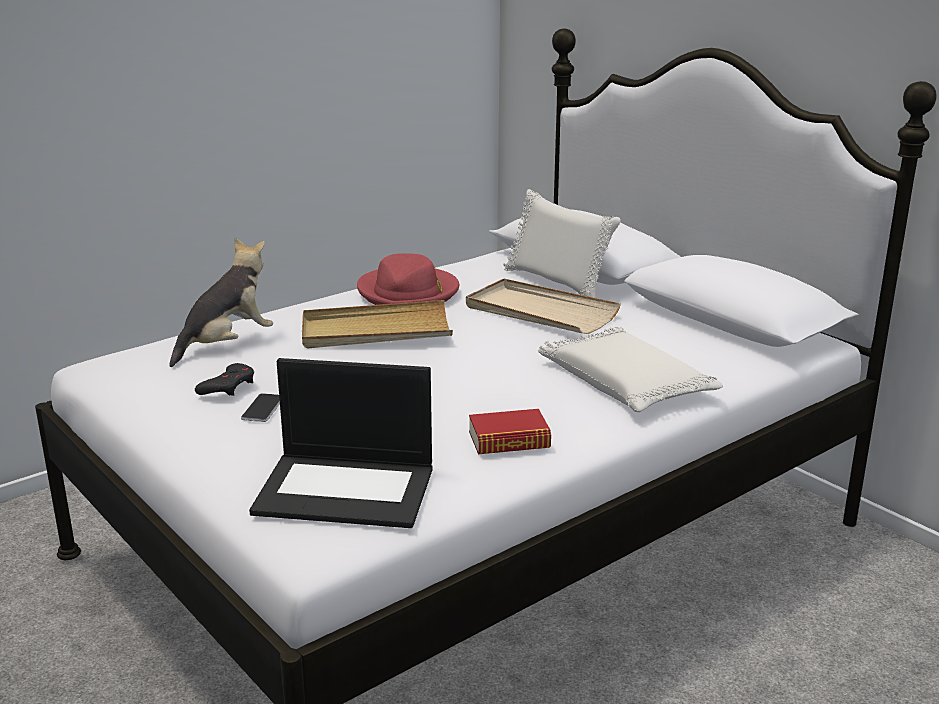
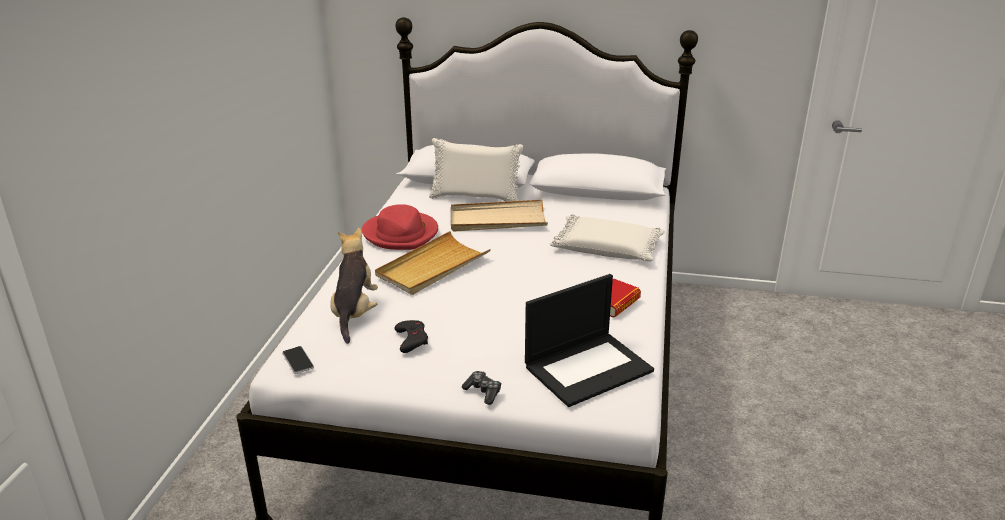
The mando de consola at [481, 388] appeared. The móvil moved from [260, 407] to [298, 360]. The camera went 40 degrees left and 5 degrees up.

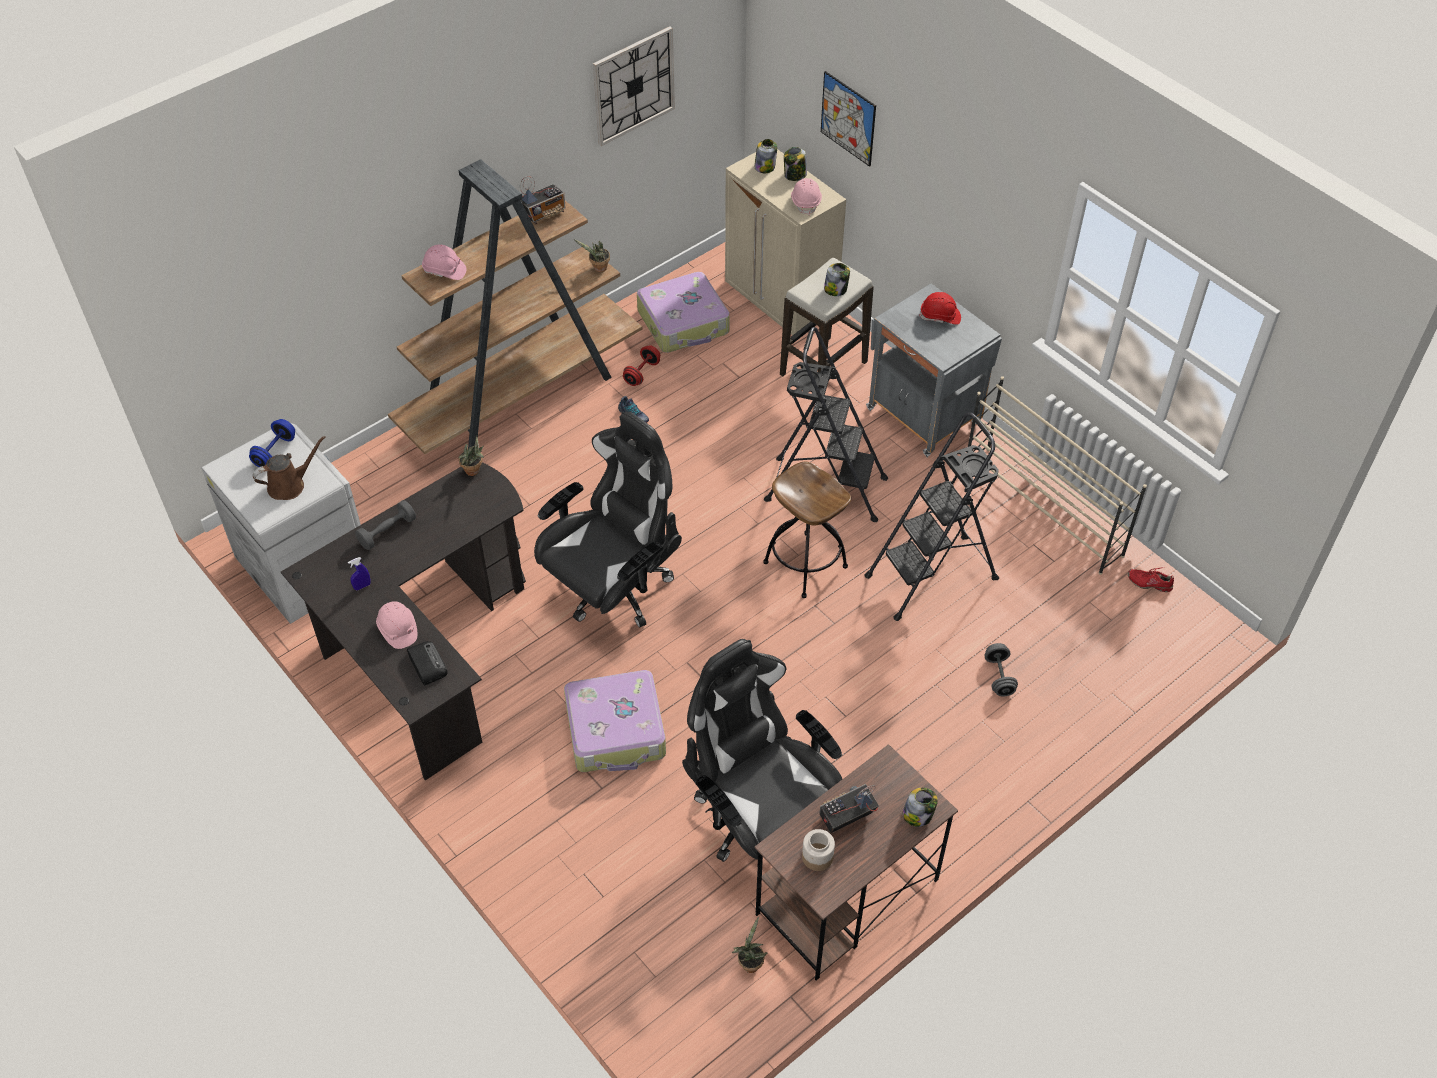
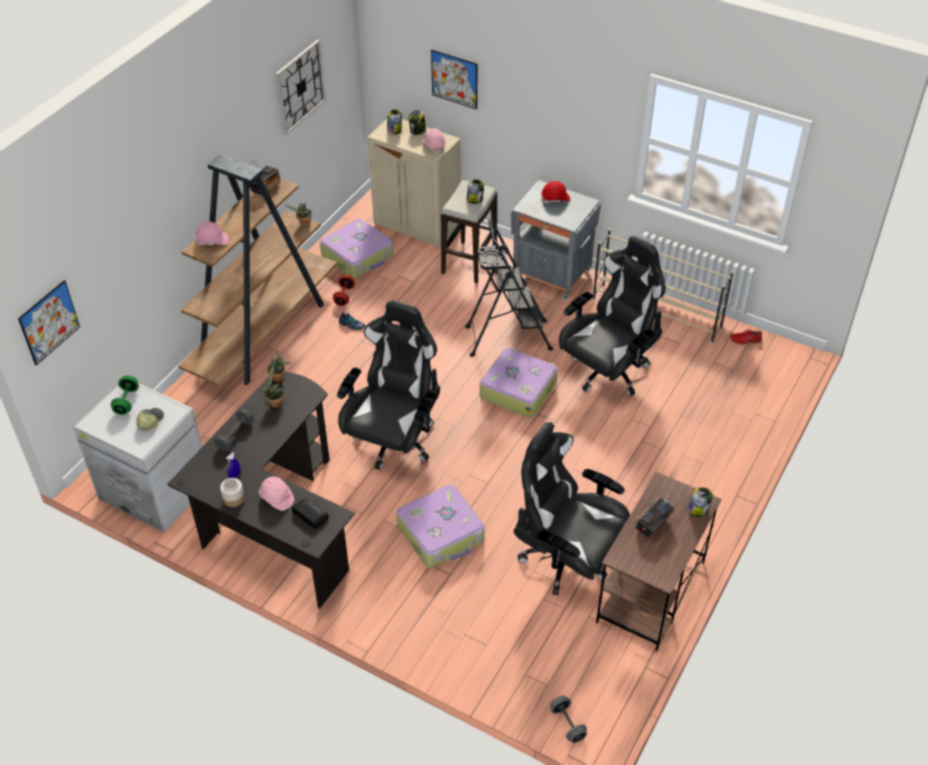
The cuadro at [49, 323] appeared. The planta en maceta moved from [749, 945] to [273, 387]. The tarro moved from [818, 850] to [232, 492]. The mancuerna/gris moved from [1001, 670] to [568, 719]. The regadera/marrón at [289, 468] was replaced by the gorra at [150, 419]. The taburete/marrón at [807, 530] was replaced by the maleta at [519, 383]. The escalera de tijera at [932, 516] was replaced by the silla de oficina/negro at [612, 316]. The mancuerna/azul at [272, 443] became the mancuerna/verde at [125, 395]. The camera went 20 degrees left and 5 degrees down.

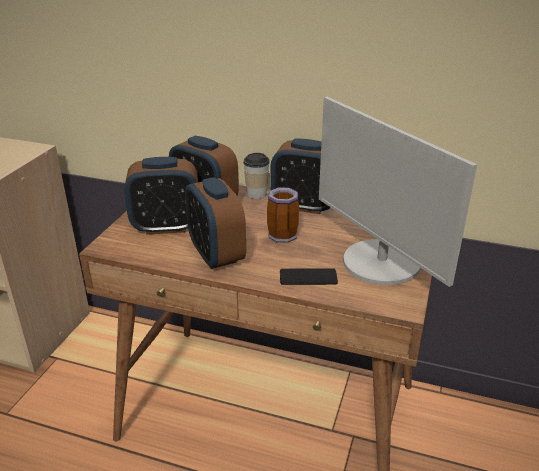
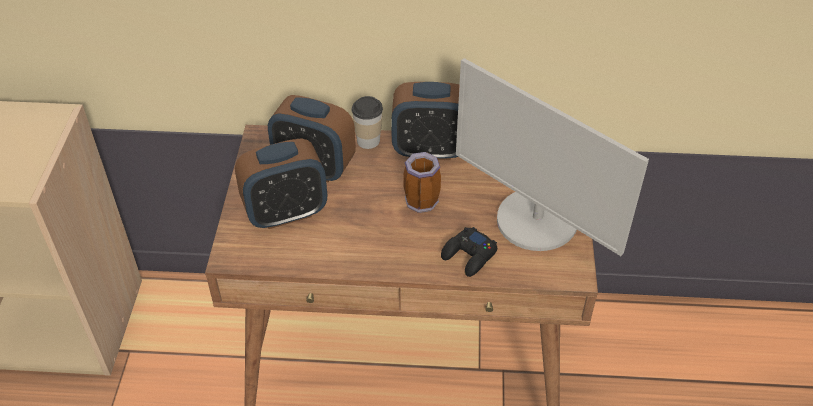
The despertador at [215, 223] disappeared. The móvil at [309, 276] was replaced by the mando de consola/negro at [469, 252]. The camera went 15 degrees left and 15 degrees up.

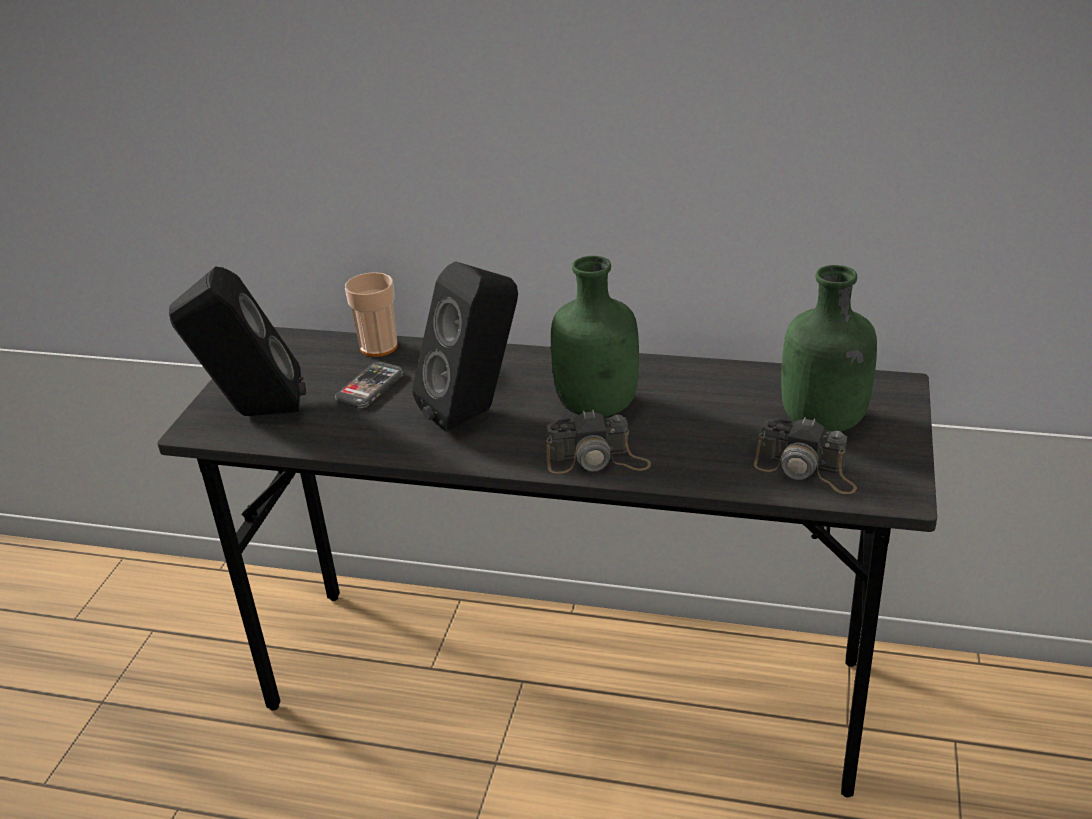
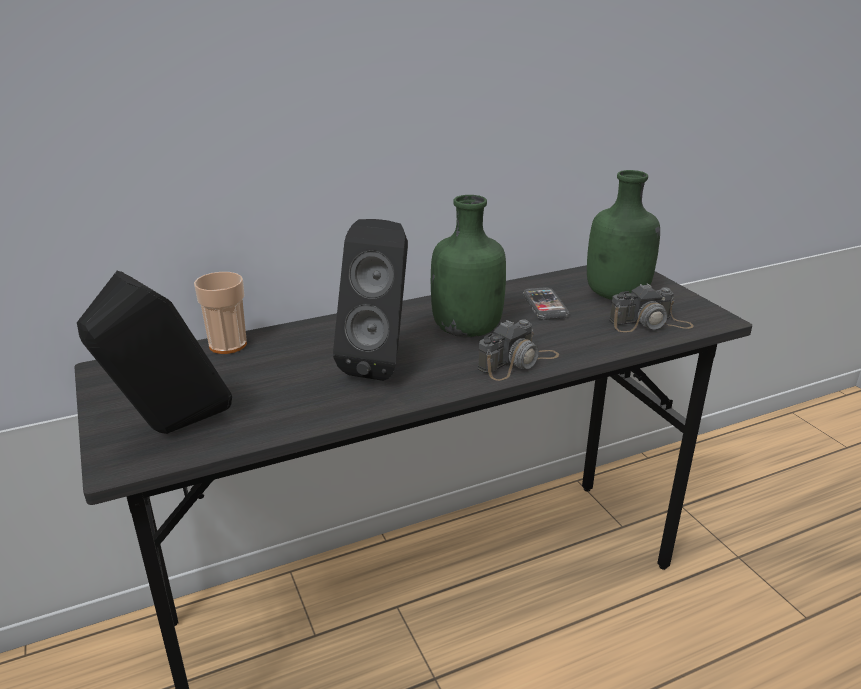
The móvil moved from [369, 385] to [546, 303]. The camera went 40 degrees left and 5 degrees down.

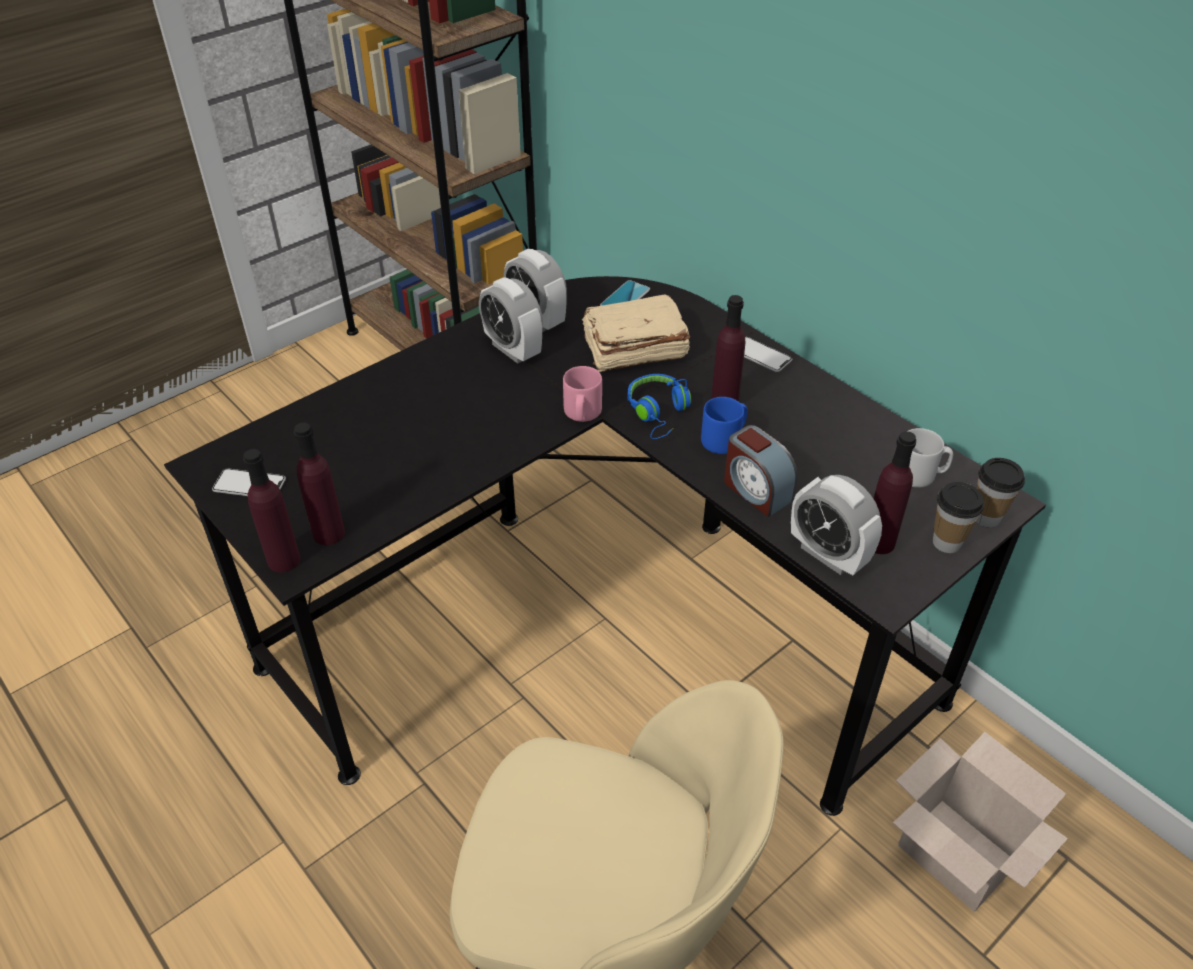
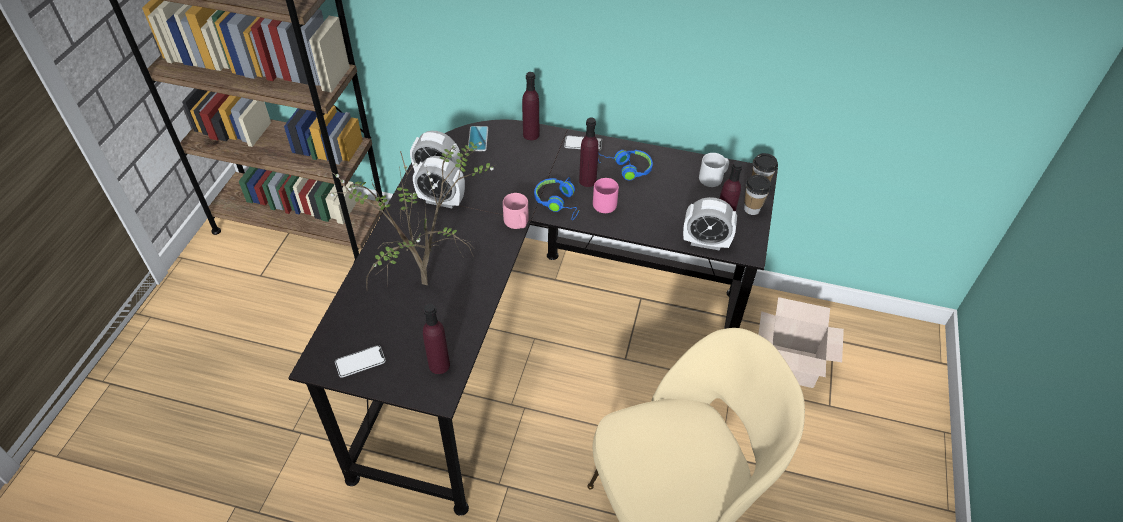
The libro/beis at [636, 333] disappeared. The despertador at [761, 471] disappeared. The planta en maceta at [406, 215] appeared. The auriculares/azul at [625, 165] appeared. The botella/morado moved from [271, 510] to [531, 106]. The taza grande/azul at [724, 425] became the taza grande/rosa at [606, 195]. The camera went 35 degrees left and 5 degrees up.

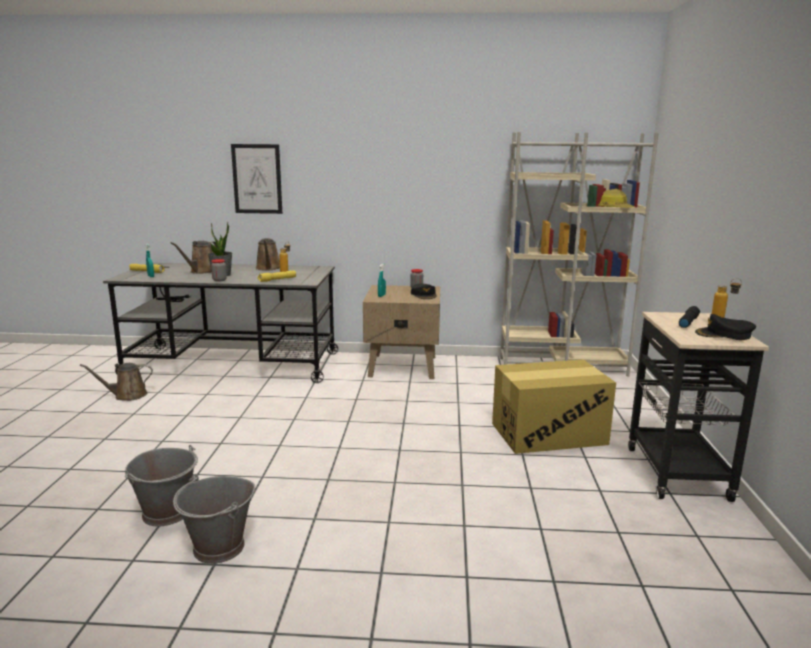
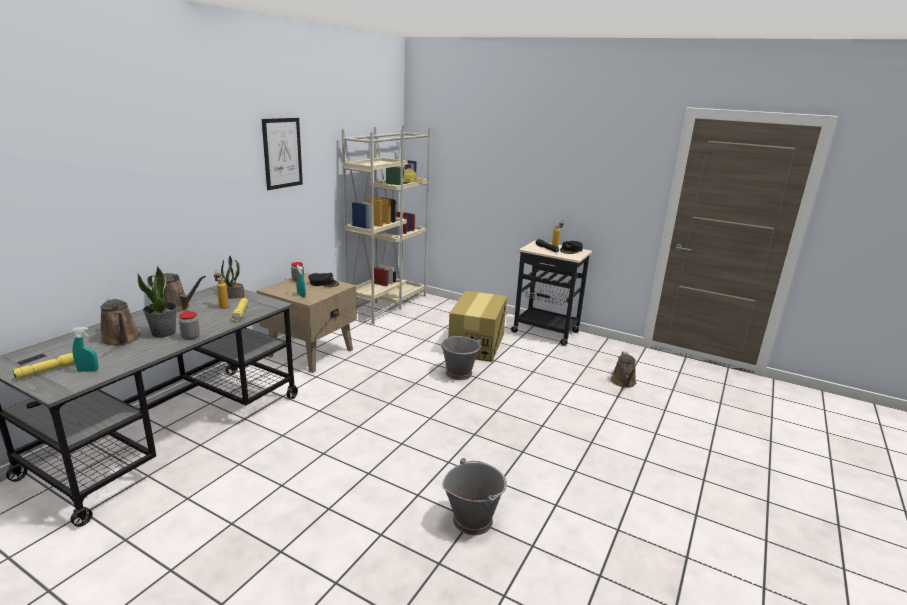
The planta en maceta at [232, 277] appeared. The regadera/marrón moved from [116, 382] to [623, 370]. The cubo/gris moved from [214, 519] to [461, 358]. The cuadro moved from [256, 179] to [282, 154]. The camera went 65 degrees left and 5 degrees up.

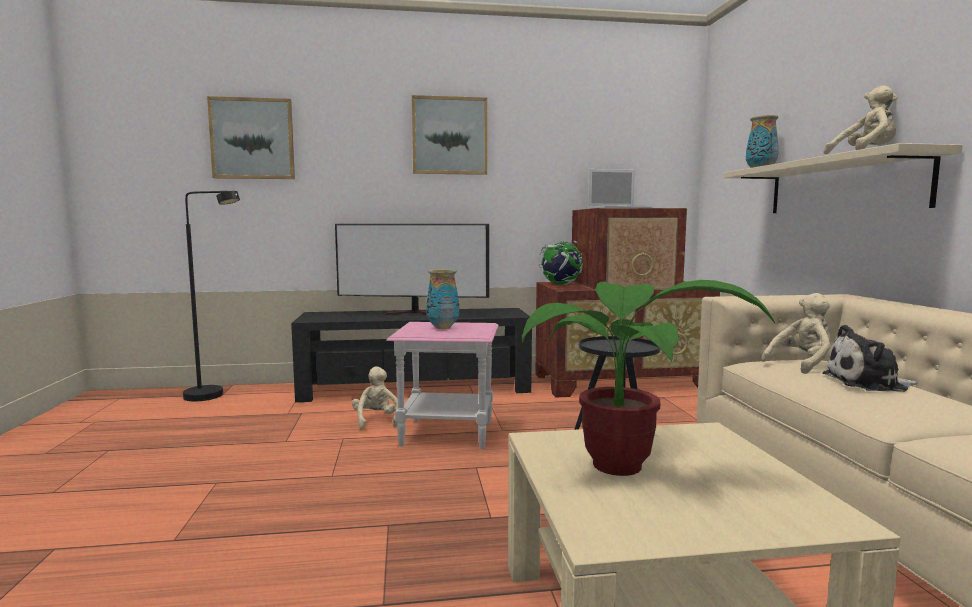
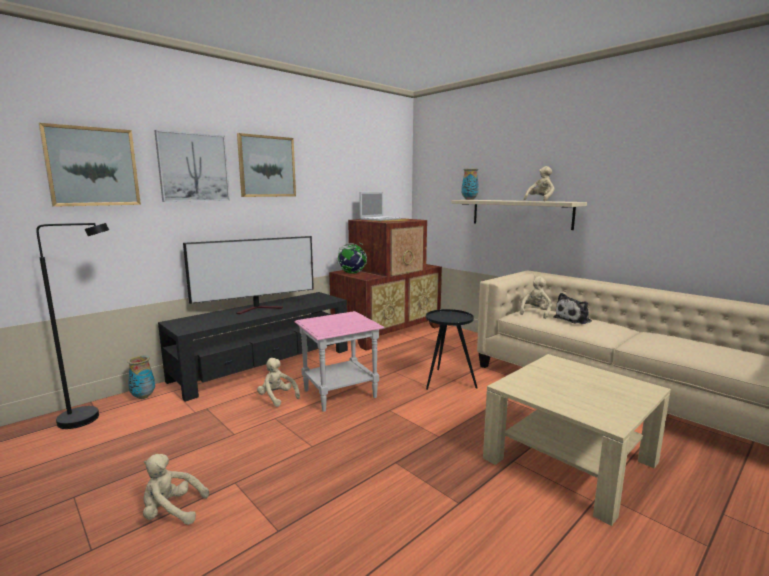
The planta en maceta at [648, 378] disappeared. The peluche/beis at [176, 489] appeared. The cuadro at [192, 166] appeared. The florero moved from [442, 299] to [141, 377]. The camera went 35 degrees left and 5 degrees up.

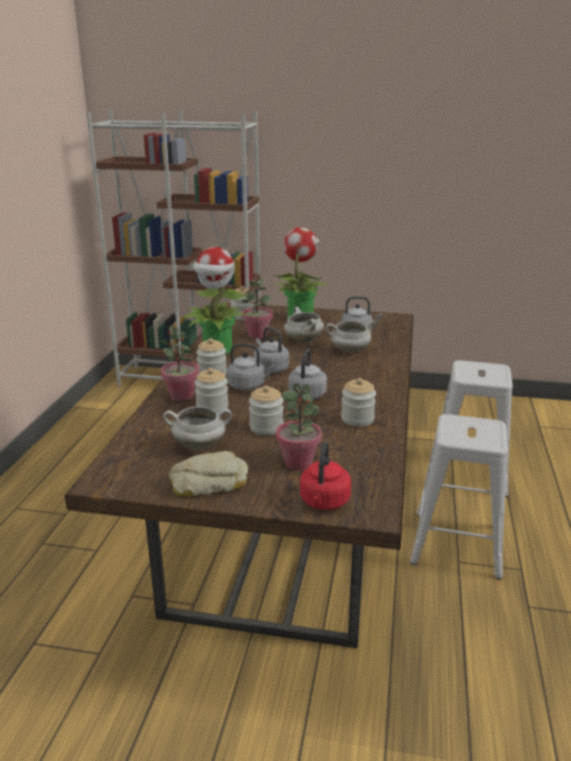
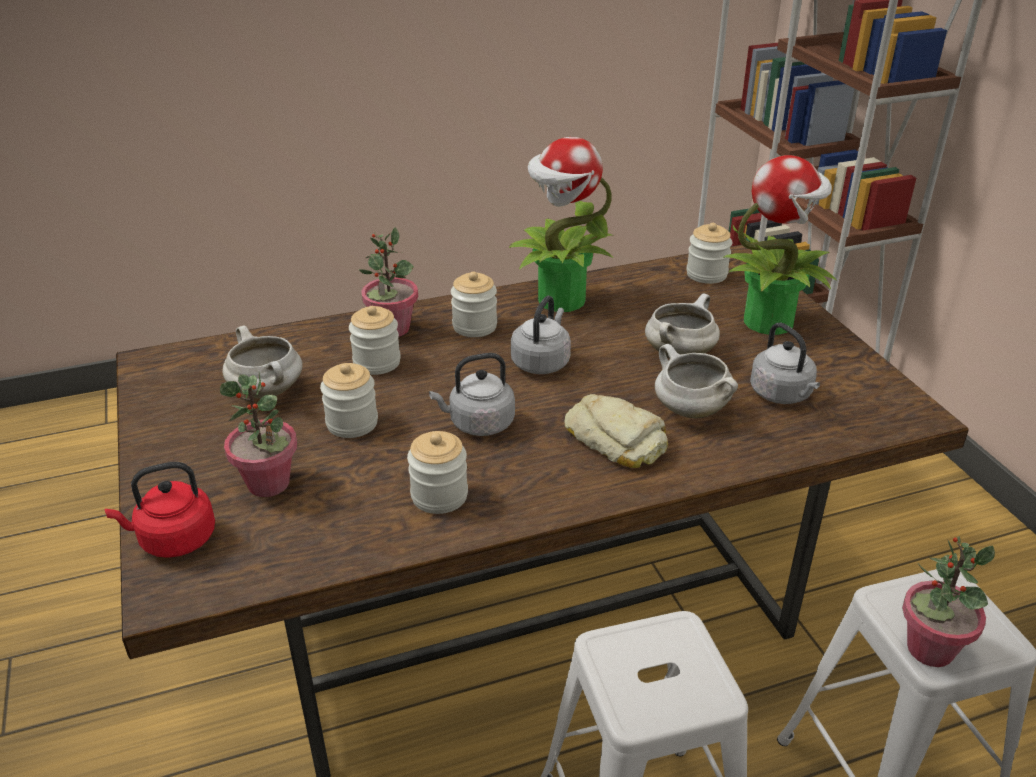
The hervidor/gris at [250, 366] disappeared. The pan moved from [208, 473] to [616, 431]. The planta en maceta moved from [257, 308] to [948, 601]. The camera went 60 degrees right and 10 degrees up.

